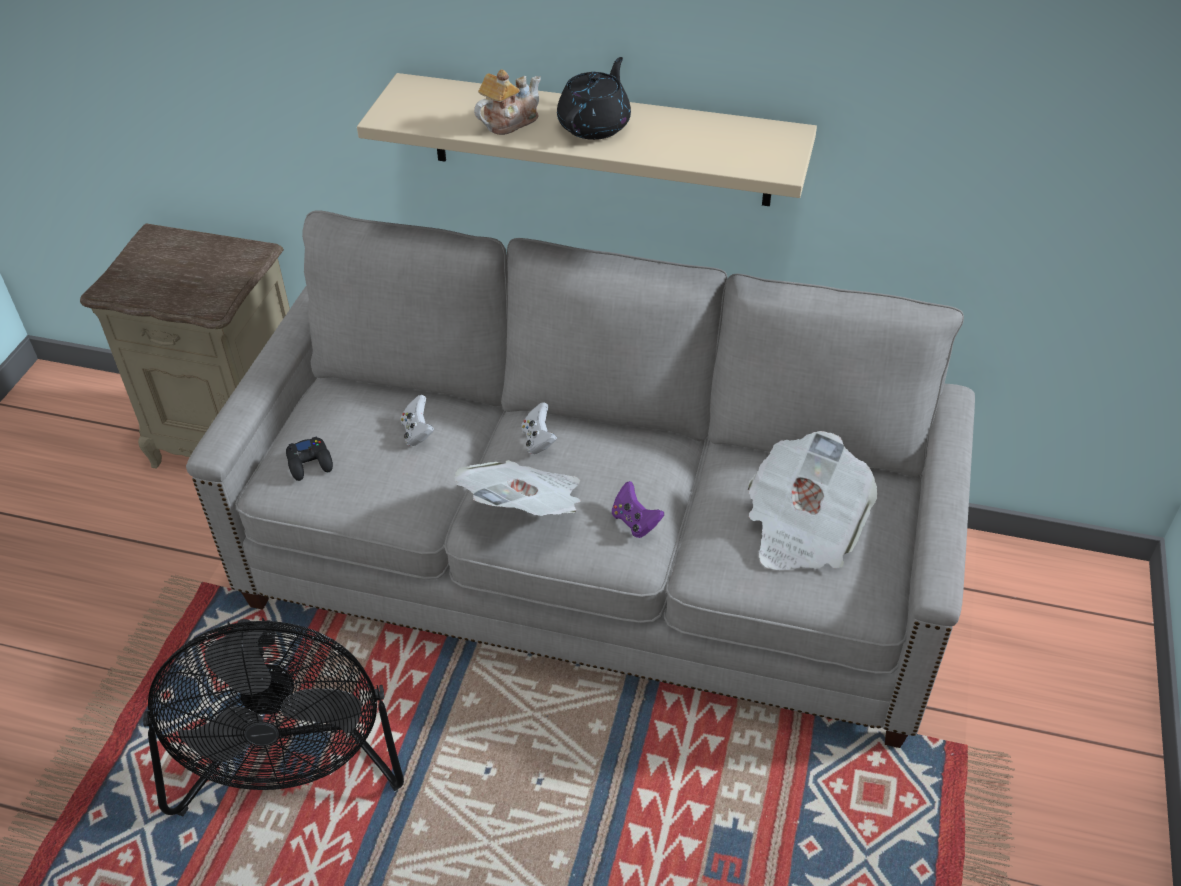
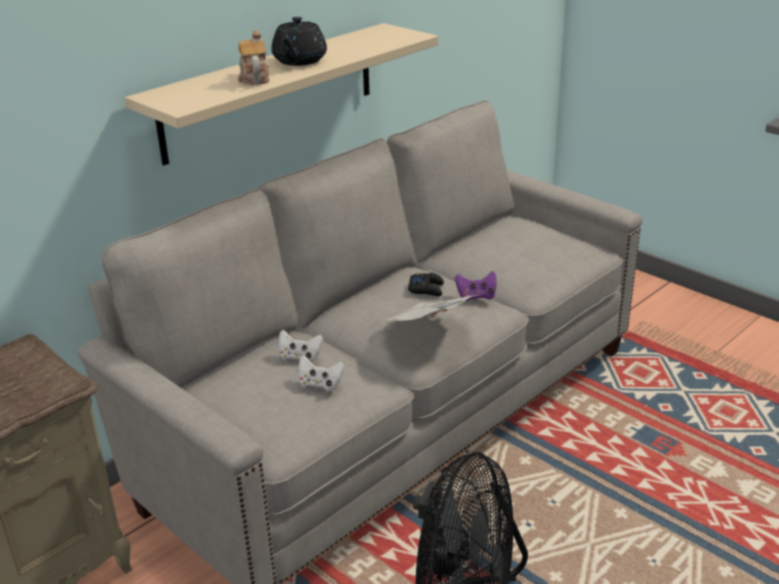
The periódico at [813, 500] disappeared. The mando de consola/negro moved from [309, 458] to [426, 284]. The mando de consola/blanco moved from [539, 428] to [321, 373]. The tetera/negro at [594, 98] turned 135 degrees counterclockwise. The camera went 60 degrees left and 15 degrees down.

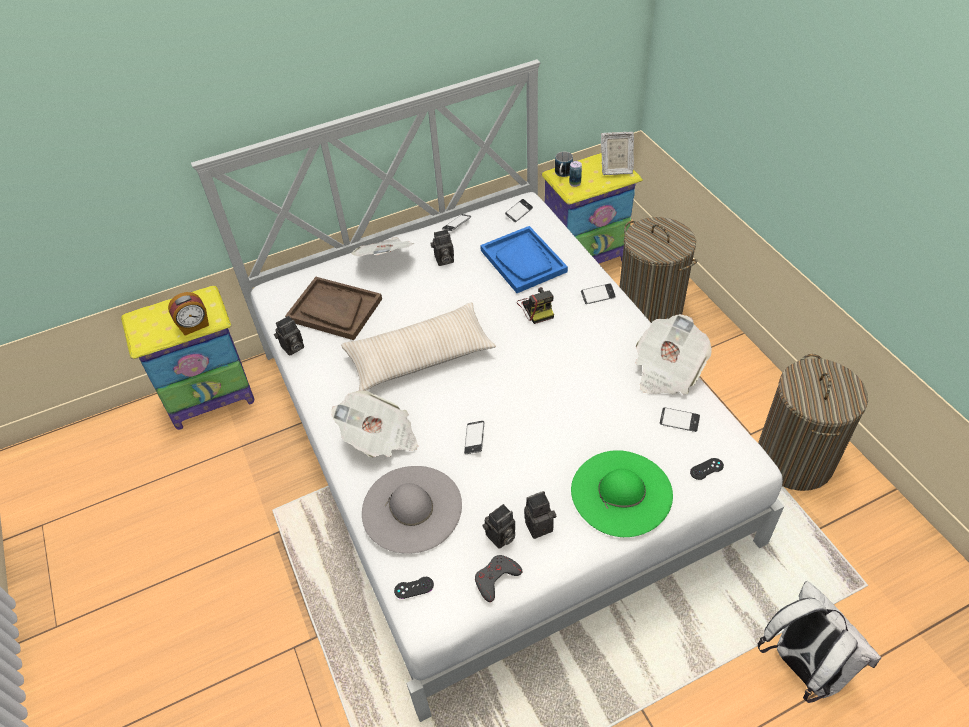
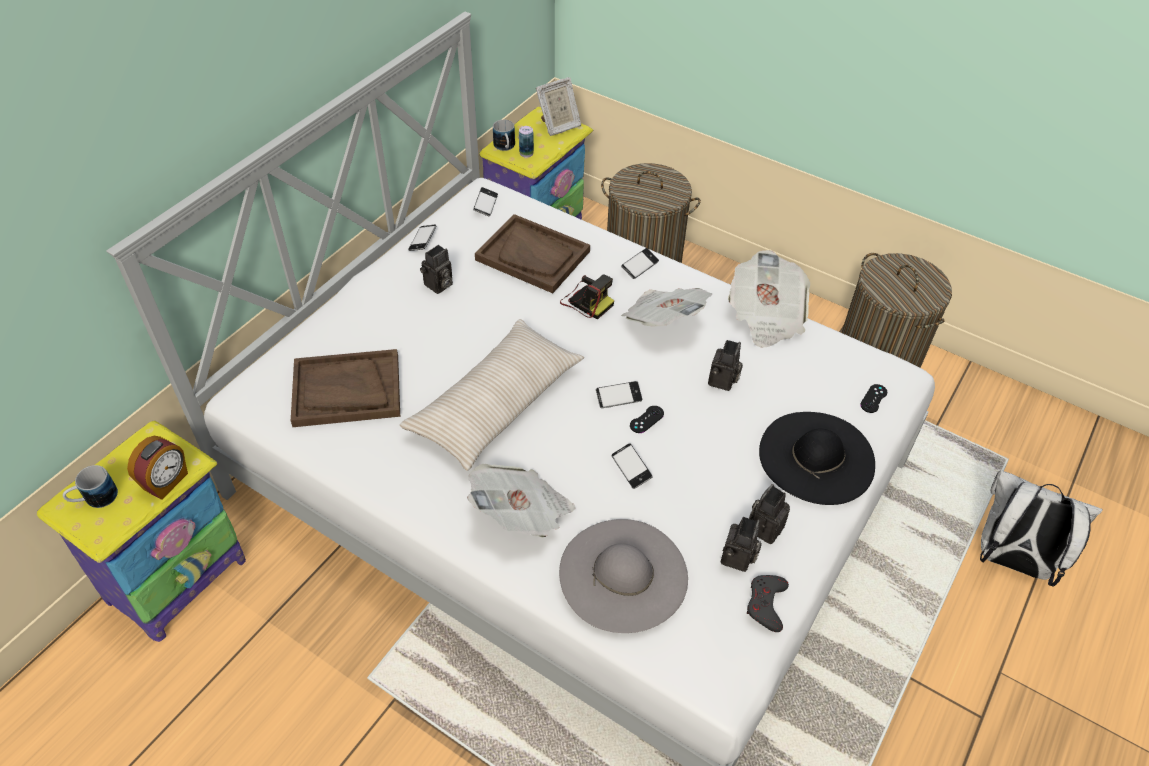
The taza grande at [90, 486] appeared. The cámara moved from [289, 336] to [725, 365]. The periódico moved from [383, 246] to [666, 307]. The mando de consola/negro moved from [414, 588] to [647, 419]. The móvil moved from [680, 419] to [619, 394]. The bandeja/azul at [524, 259] became the bandeja/marrón at [532, 253]. The sombrero/verde at [622, 493] became the sombrero/negro at [817, 458]. The camera went 35 degrees left and 0 degrees up.

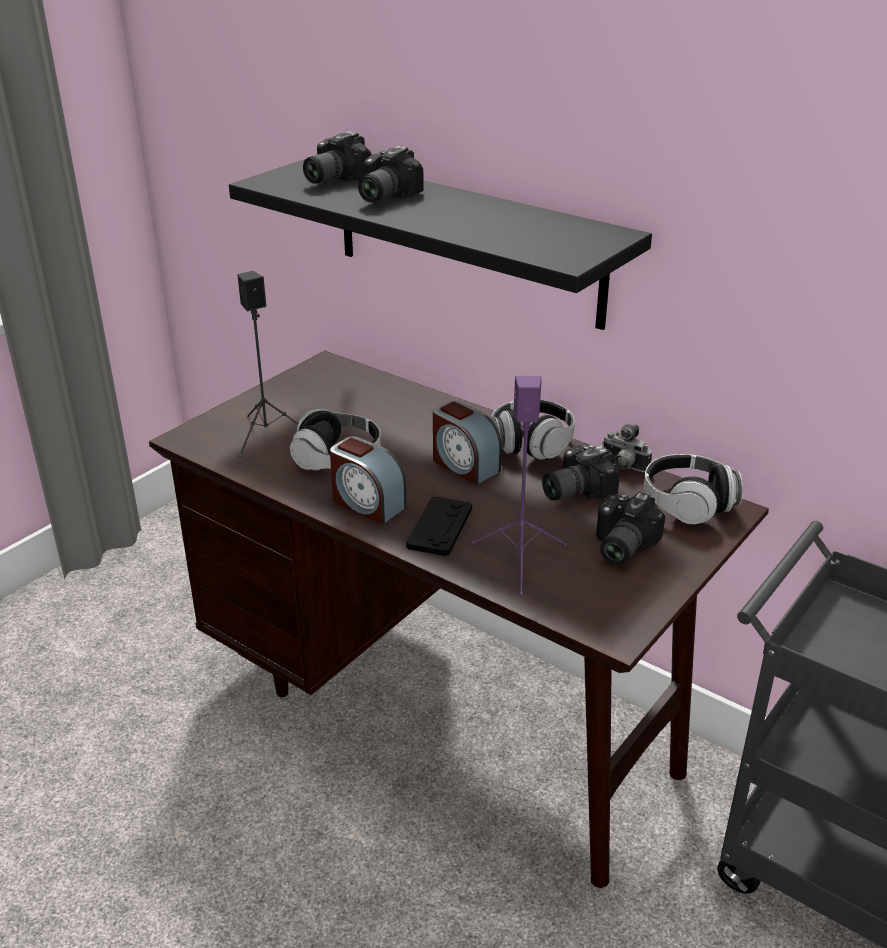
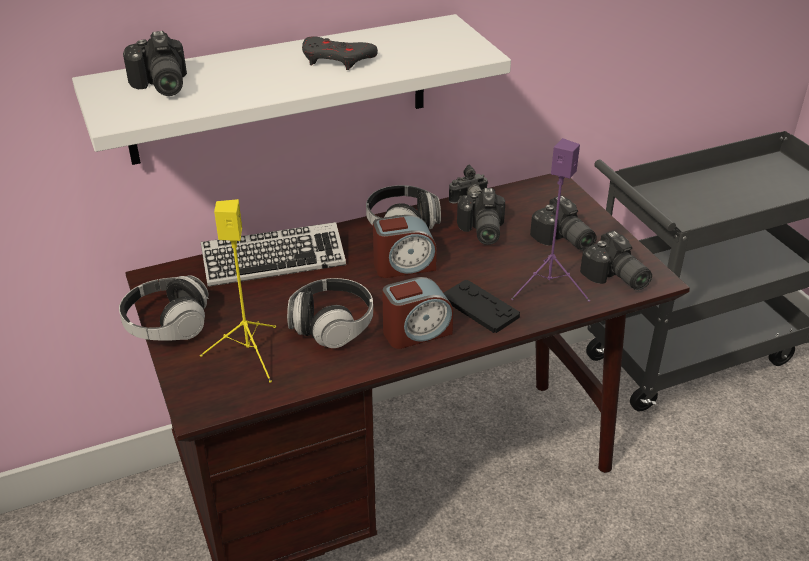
The teclado at [273, 254] appeared. The mando de consola/gris at [340, 53] appeared. The cámara moved from [391, 174] to [616, 260]. The auriculares moved from [693, 489] to [164, 307]. The estante/negro at [440, 244] became the estante/blanco at [291, 89]. The altavoz/negro at [268, 364] became the altavoz/amarillo at [238, 291]. The camera went 60 degrees left and 5 degrees up.

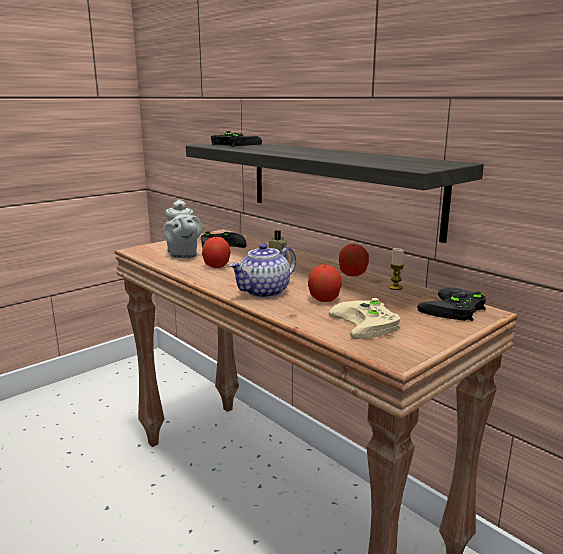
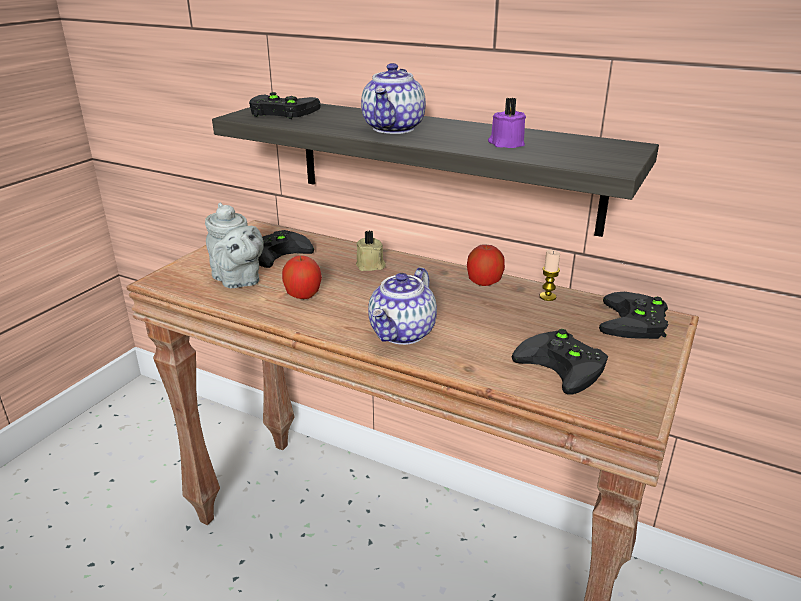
The manzana at [325, 283] disappeared. The tetera at [393, 98] appeared. The vela/morado at [507, 123] appeared. The mando de consola/beis at [365, 318] became the mando de consola/negro at [560, 362]. The camera went 20 degrees left and 10 degrees up.

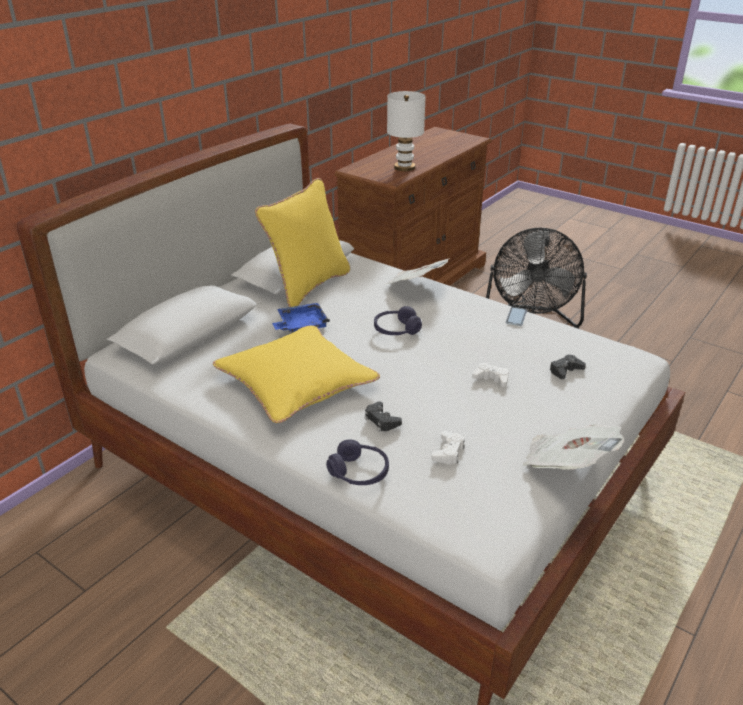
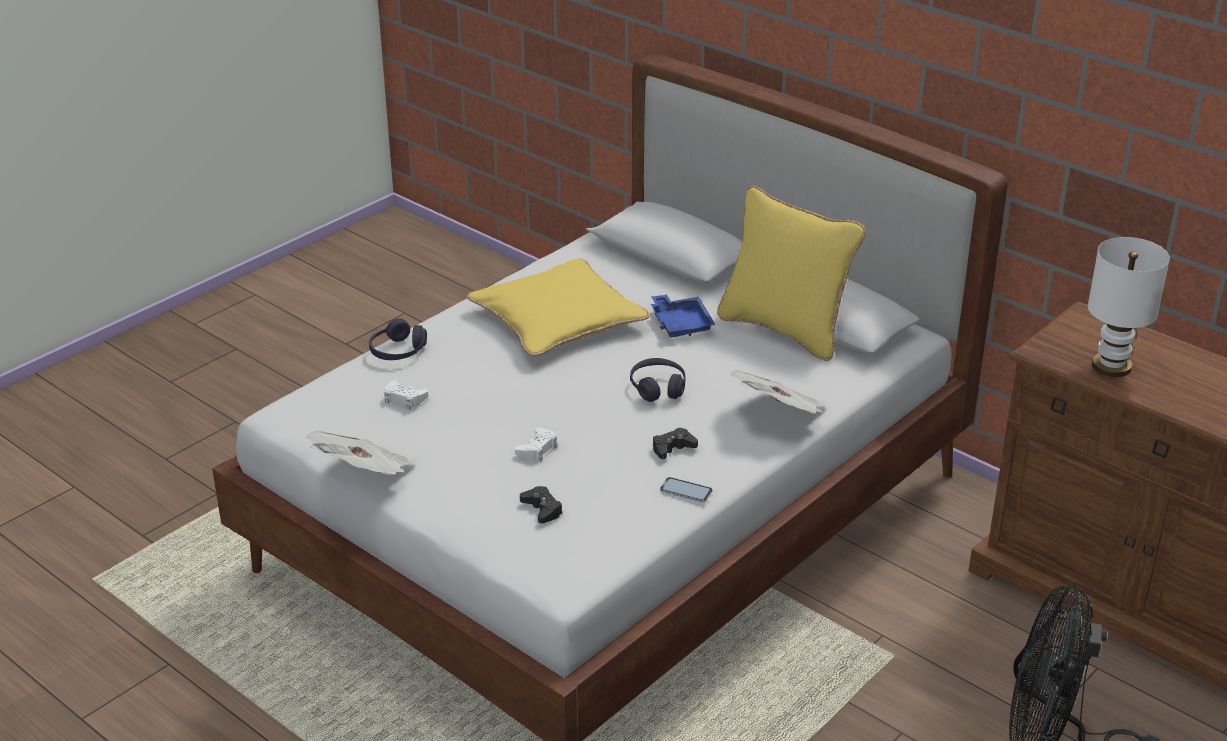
The mando de consola/negro moved from [383, 416] to [675, 443]. The camera went 95 degrees right and 0 degrees up.

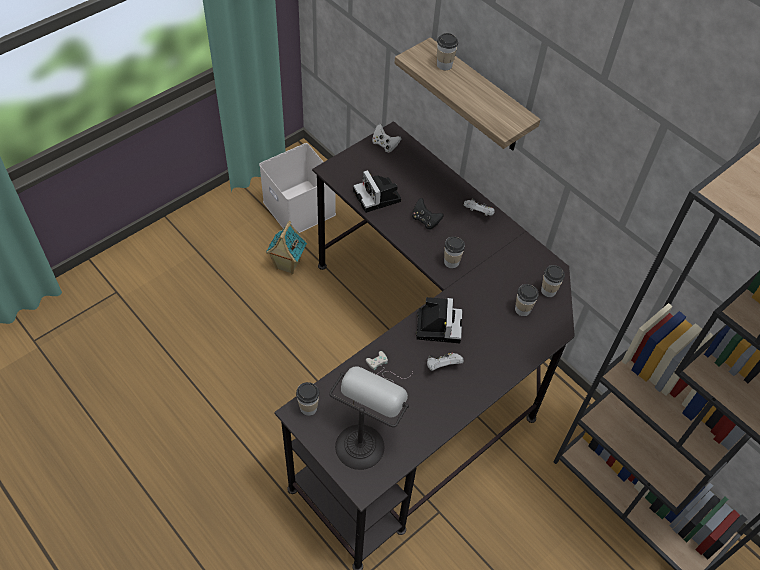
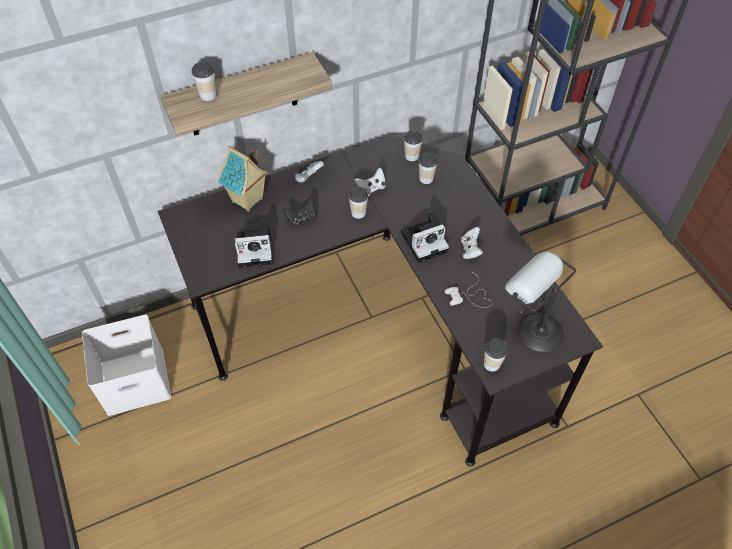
The casita moved from [286, 247] to [243, 179]. The mando de consola/blanco moved from [386, 138] to [370, 181]. The cámara at [439, 320] turned 135 degrees clockwise. The camera went 70 degrees left and 0 degrees up.

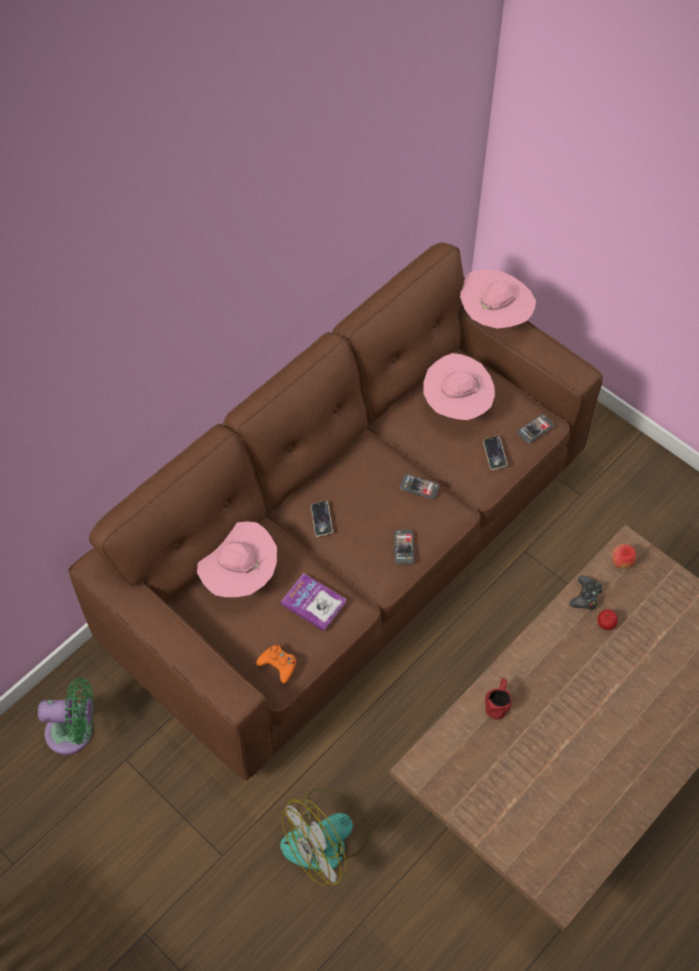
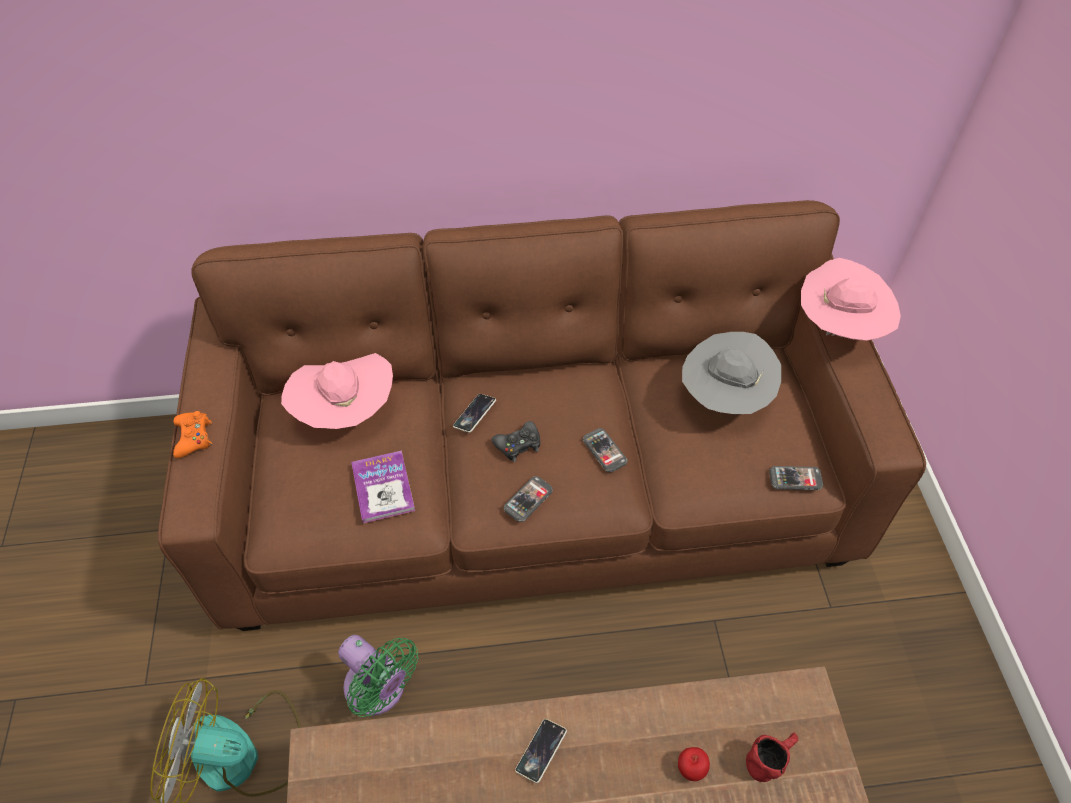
The manzana at [624, 556] disappeared. The ventilador/verde moved from [66, 716] to [378, 676]. The mando de consola/naranja moved from [276, 664] to [192, 434]. The móvil moved from [495, 453] to [541, 751]. The taza grande/rojo moved from [498, 699] to [772, 757]. The mando de consola/negro moved from [585, 593] to [515, 441]. The sombrero/rosa at [459, 386] became the sombrero/gris at [731, 373]. The camera went 40 degrees right and 5 degrees down.

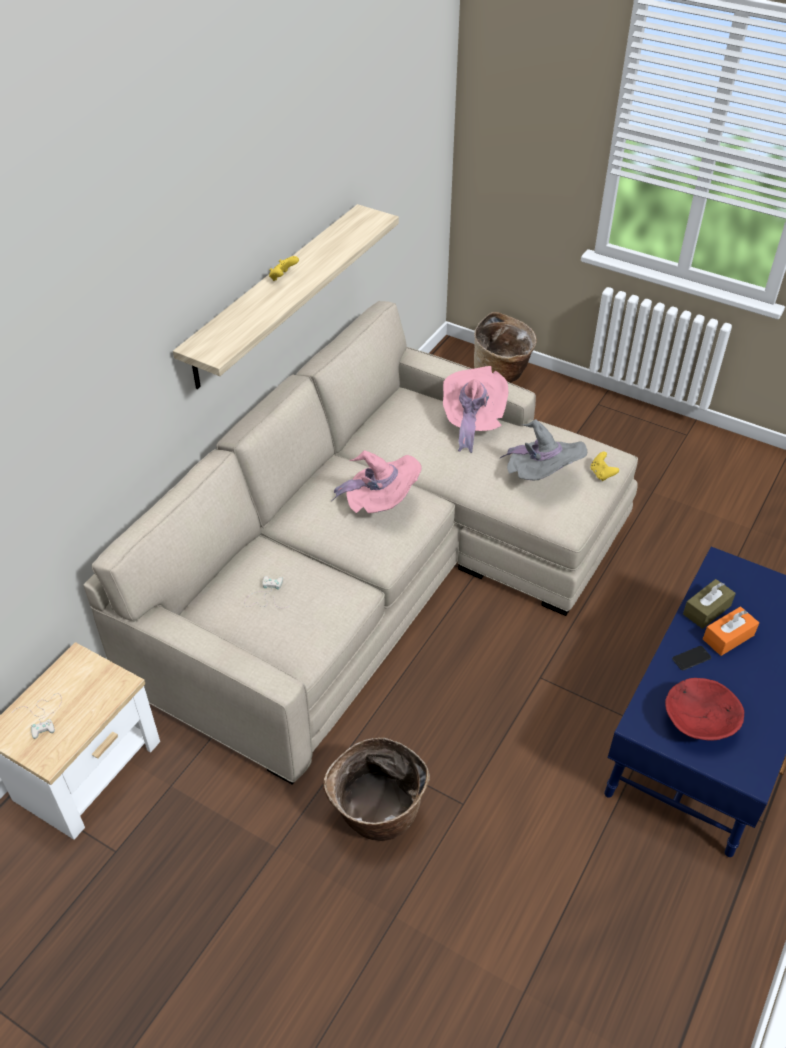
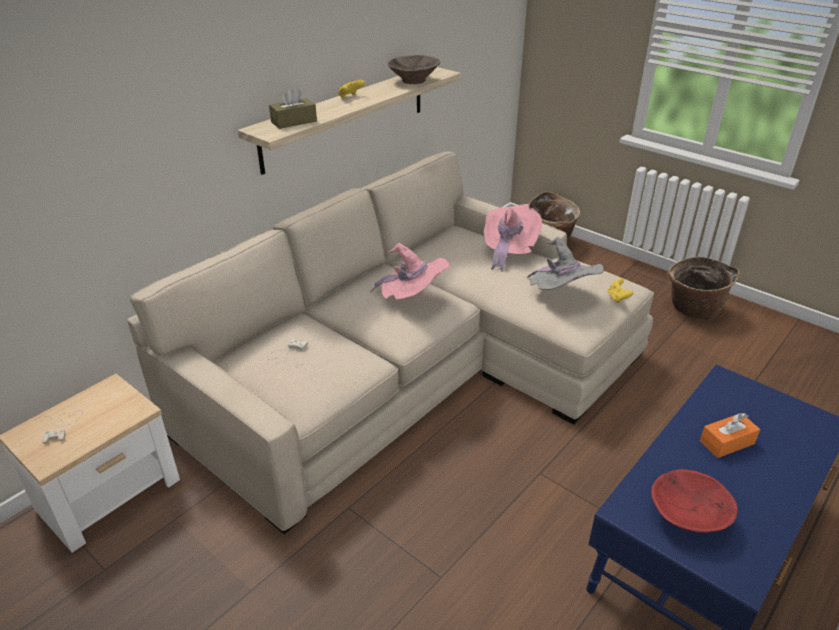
The móvil at [691, 658] disappeared. The cuenco/marrón at [414, 69] appeared. The cesta moved from [376, 789] to [703, 288]. The caja de pañuelos/marrón moved from [709, 604] to [293, 108]. The camera went 10 degrees right and 10 degrees down.

